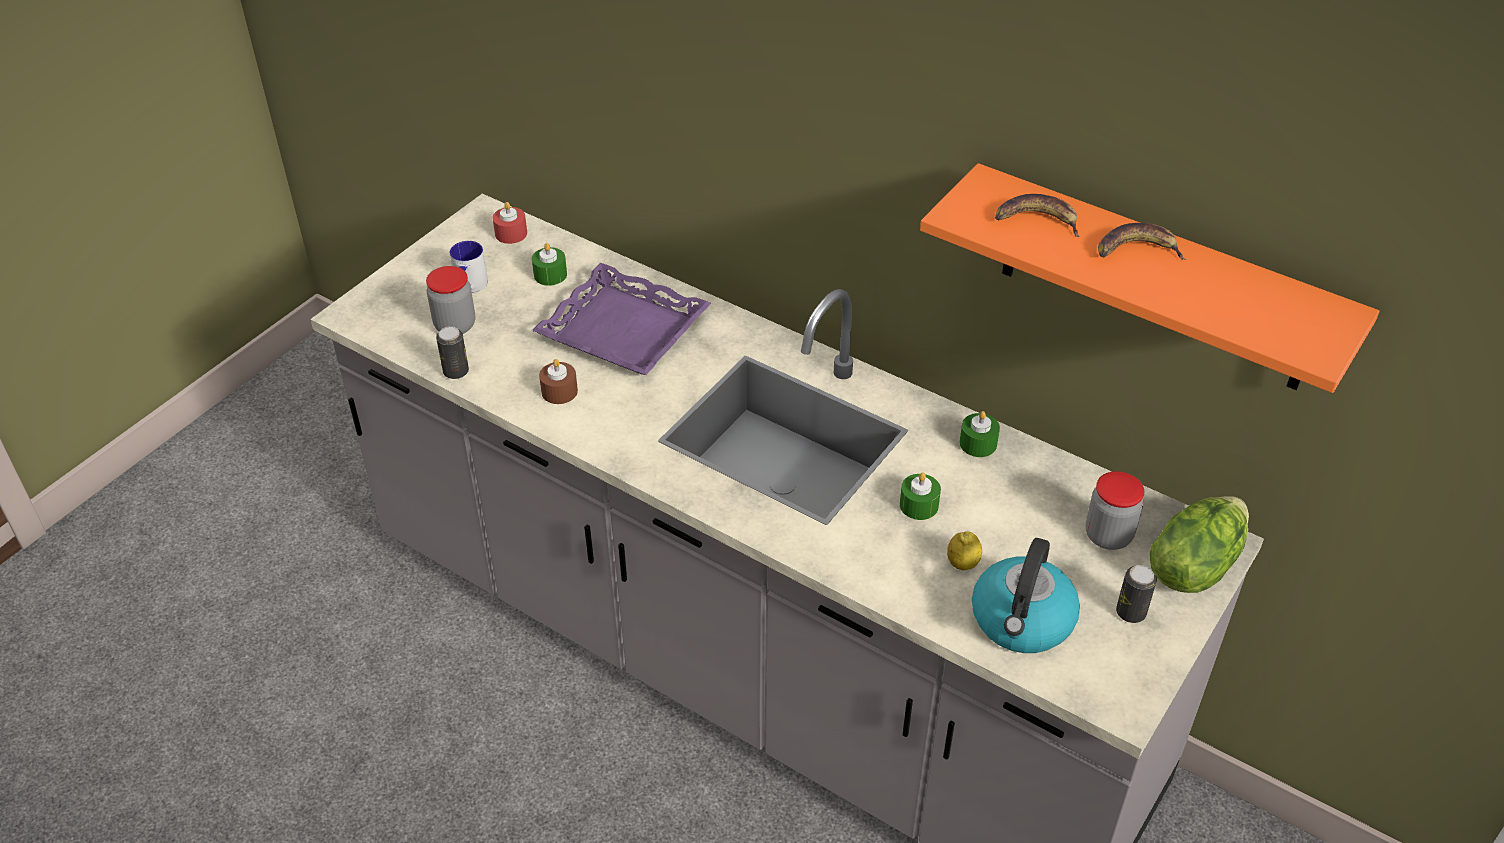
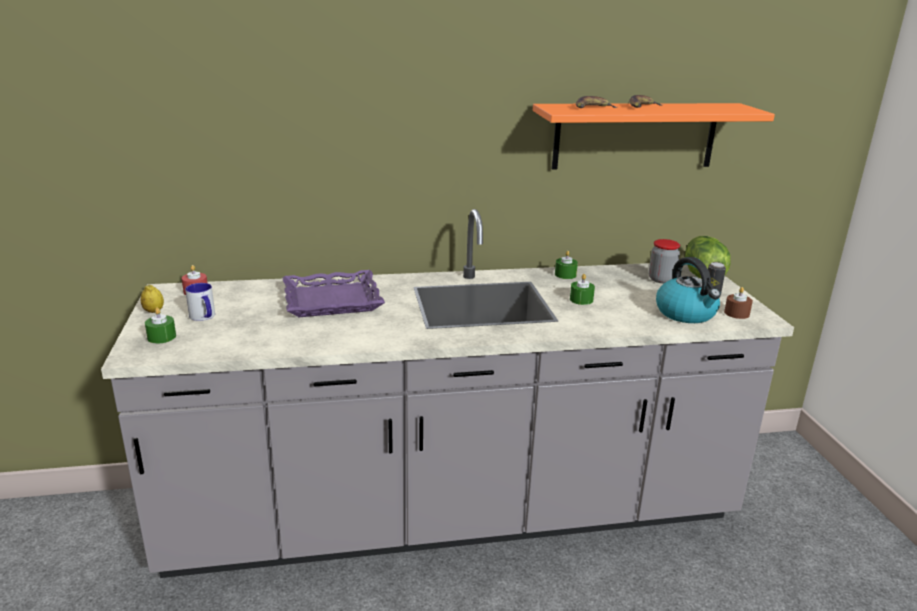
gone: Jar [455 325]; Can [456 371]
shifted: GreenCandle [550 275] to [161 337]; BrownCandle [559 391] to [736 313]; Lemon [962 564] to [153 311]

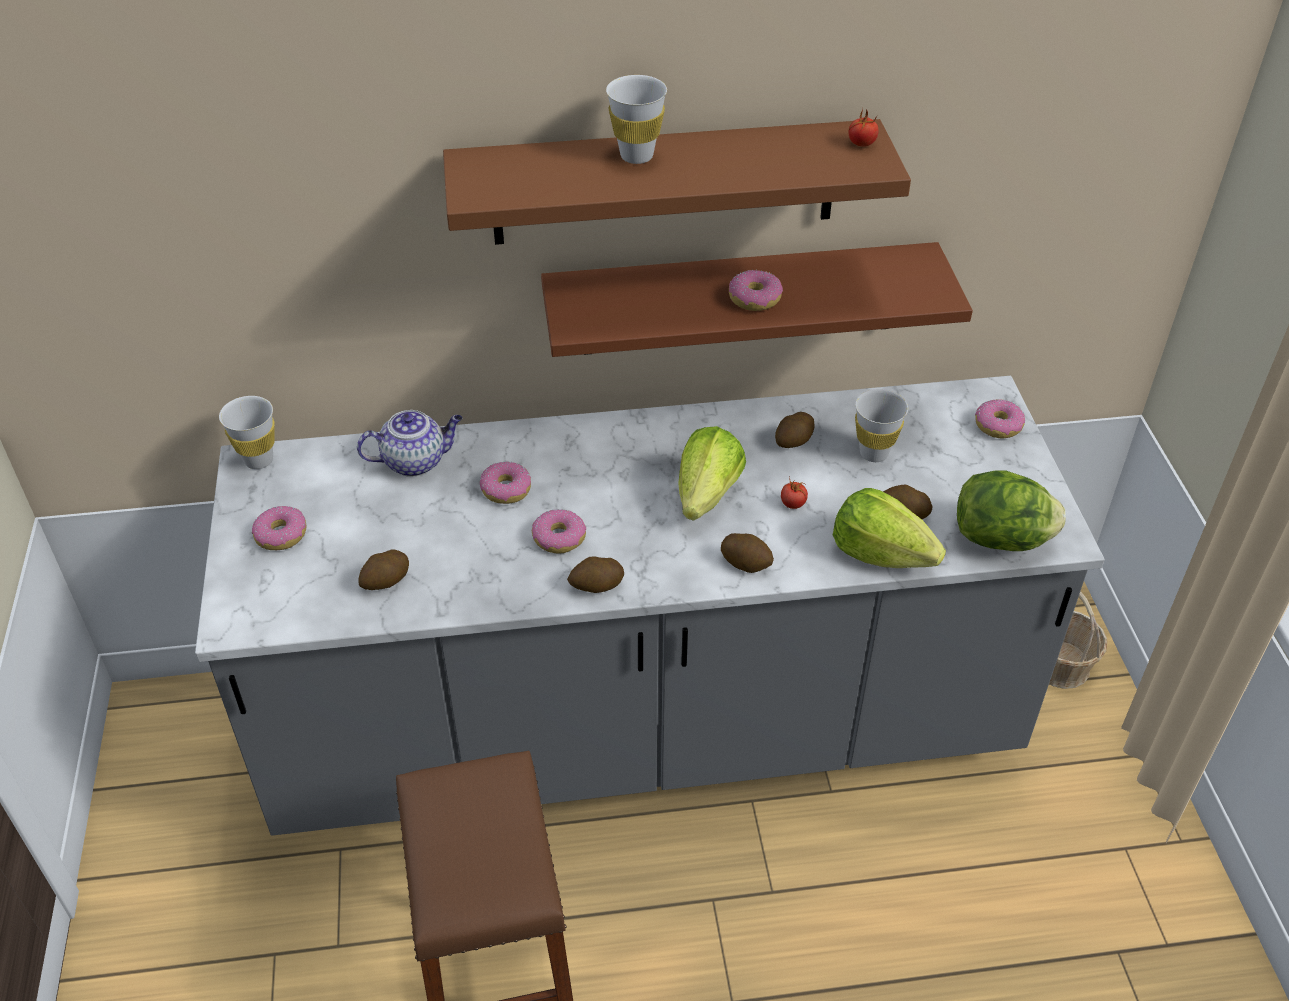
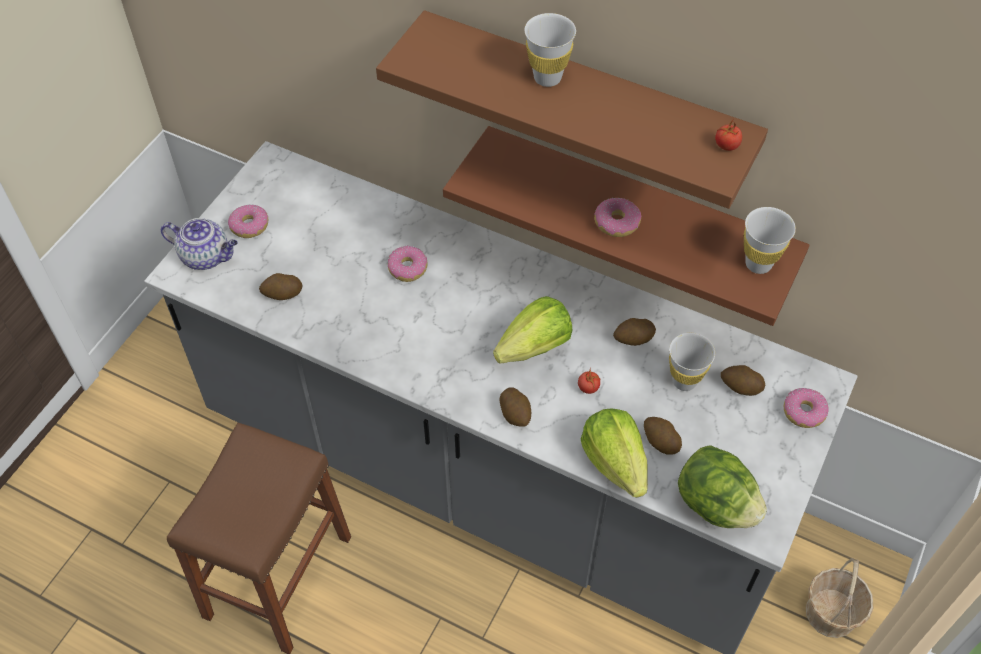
gone: Donut [559 538]
shifted: WhiteCup [259 460] to [758 264]; Teapot [415 461] to [206 256]; Potato [596 586] to [740 387]

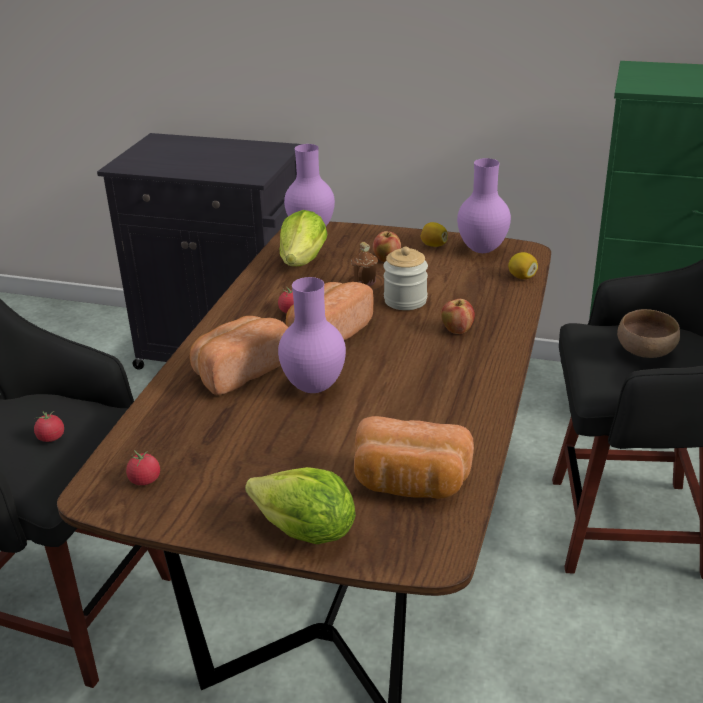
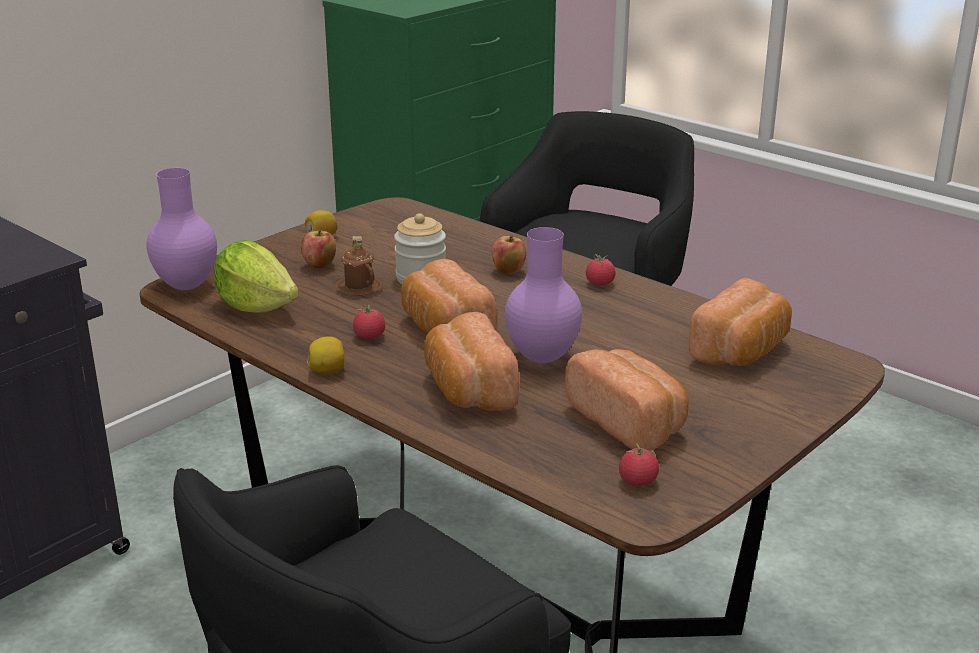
gone: Lettuce [305 532]; PurpleVase [481 250]; BrownBowl [646 352]
new: Bread [629 422]
shifted: Tomato [51 438] to [600 283]; Lemon [522 277] to [328 371]

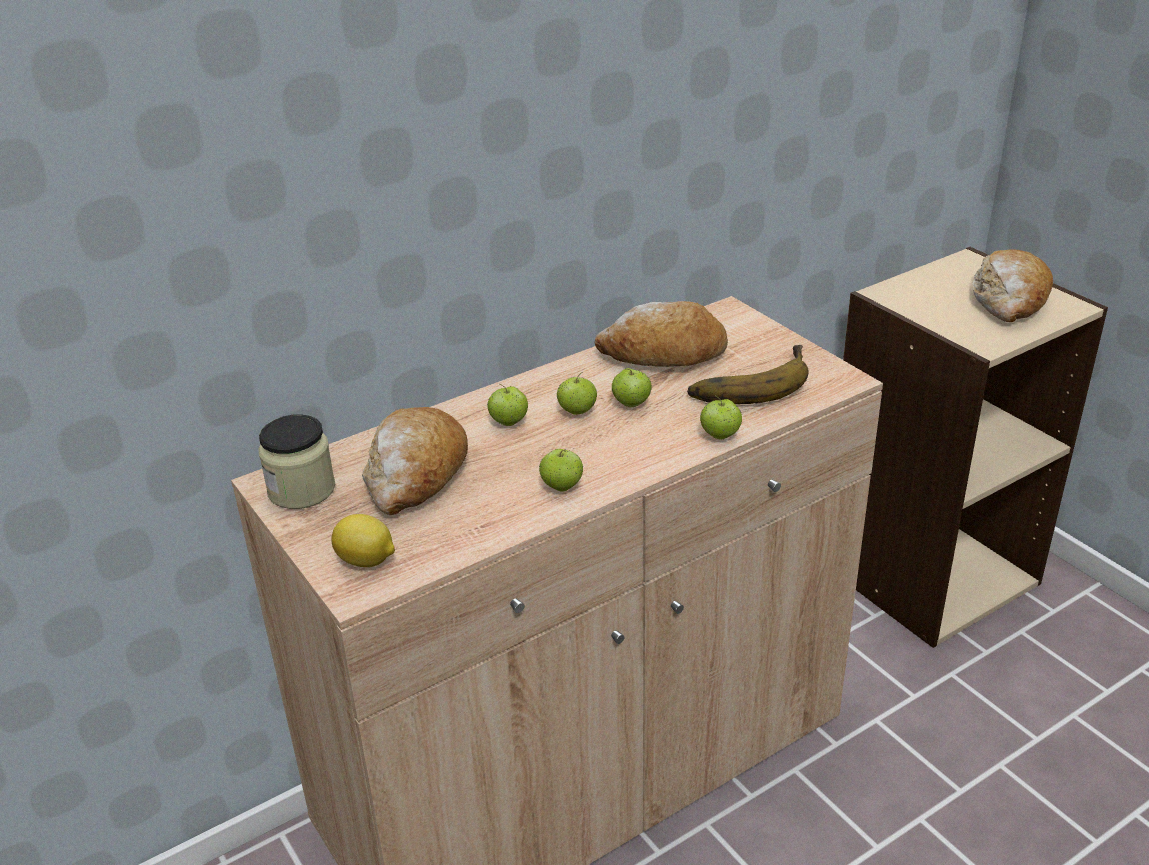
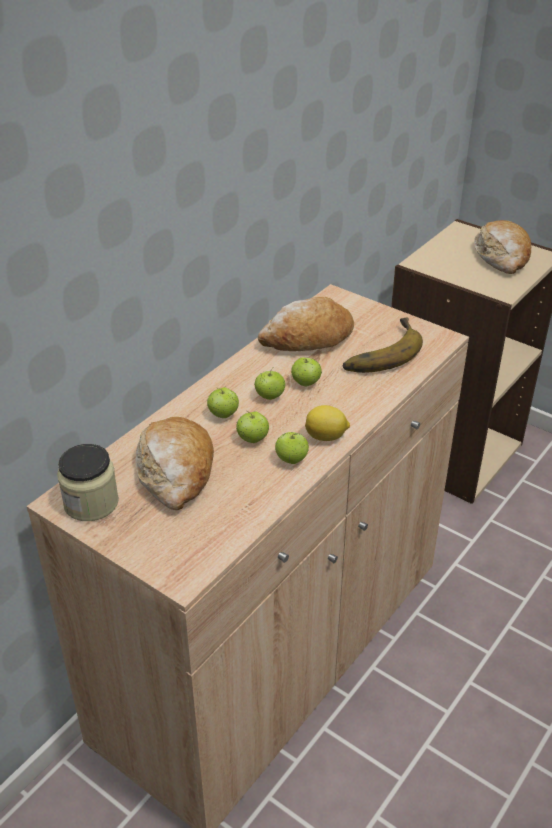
shifted: Lemon [366 561] to [326 437]; Apple [720 436] to [253 439]

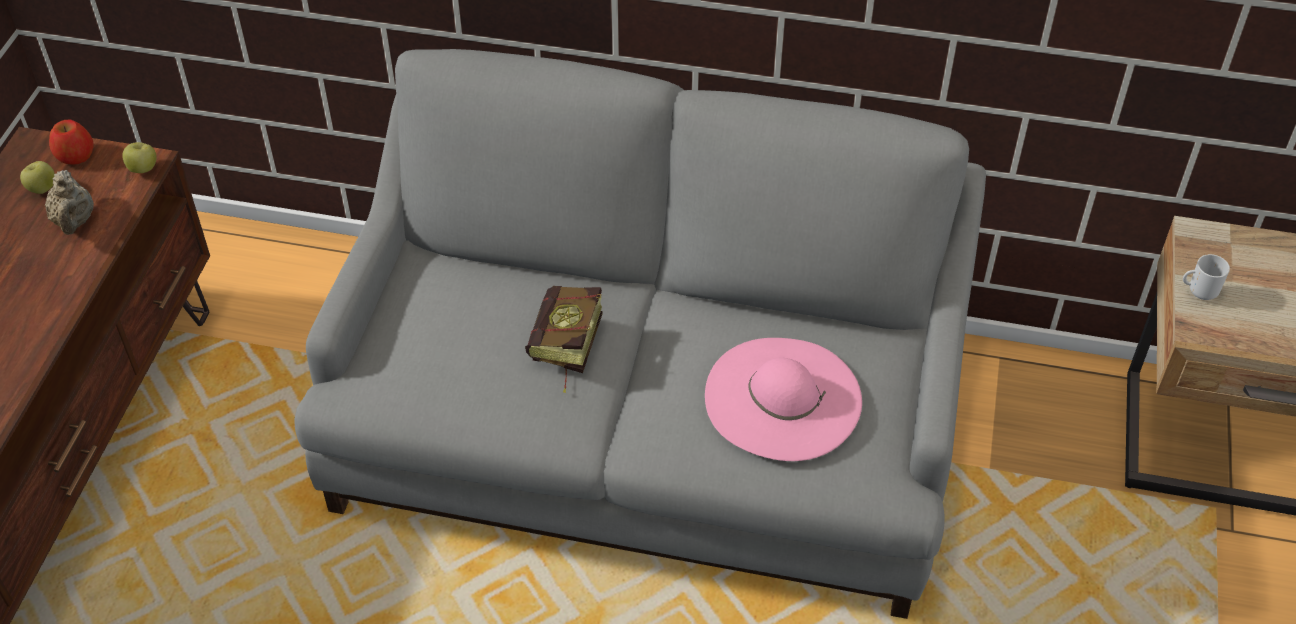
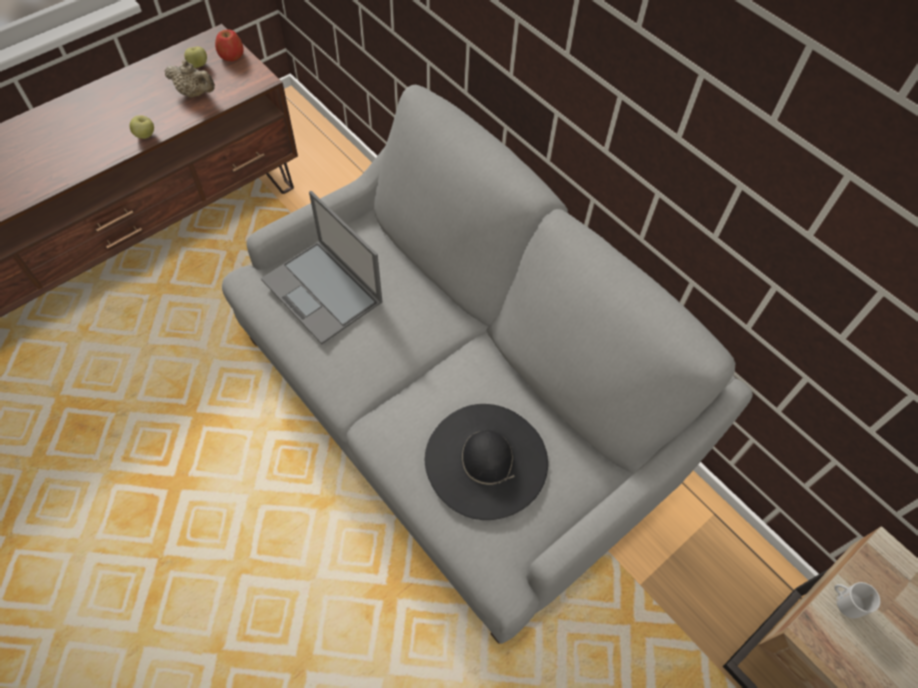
gone: Book [564 351]
new: Laptop [323 291]
shifted: Apple [143 169] to [145 135]
repainted: PinkHat [782 398] to BlackHat [486 460]
rotated: BeigeTeapot [75 221] = [195 93] 90 degrees counterclockwise

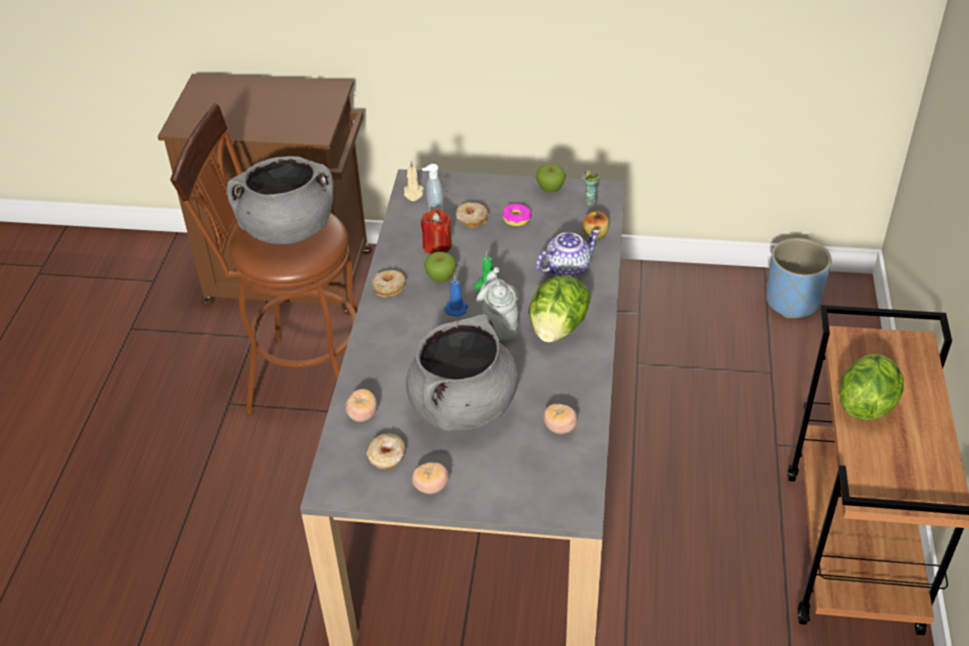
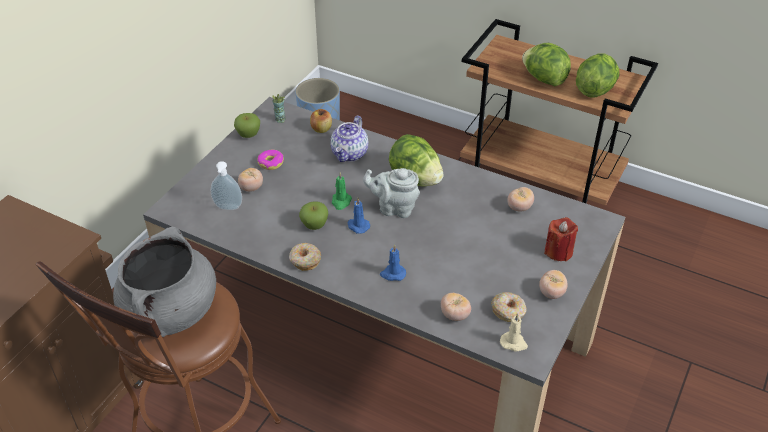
gone: GreyCookingPot [463 407]
new: BlueCandle [392 274]; Lettuce [594 90]
shifted: BeigeCandle [413 193] to [514 343]; RedCandle [437 245] to [558 251]
swapped: Donut [471 219] to Tomato [251 188]
rotated: Teapot [567 268] = [350 154] 150 degrees counterclockwise

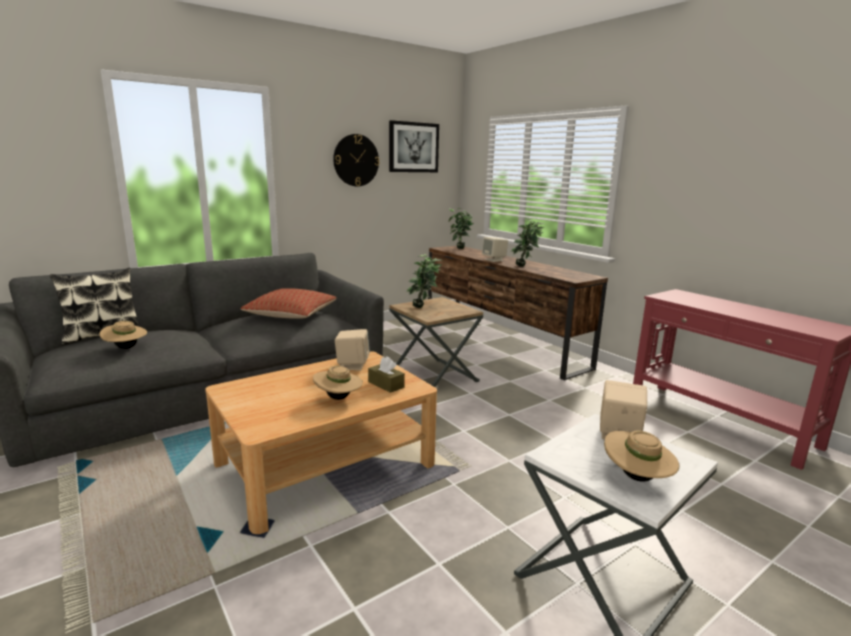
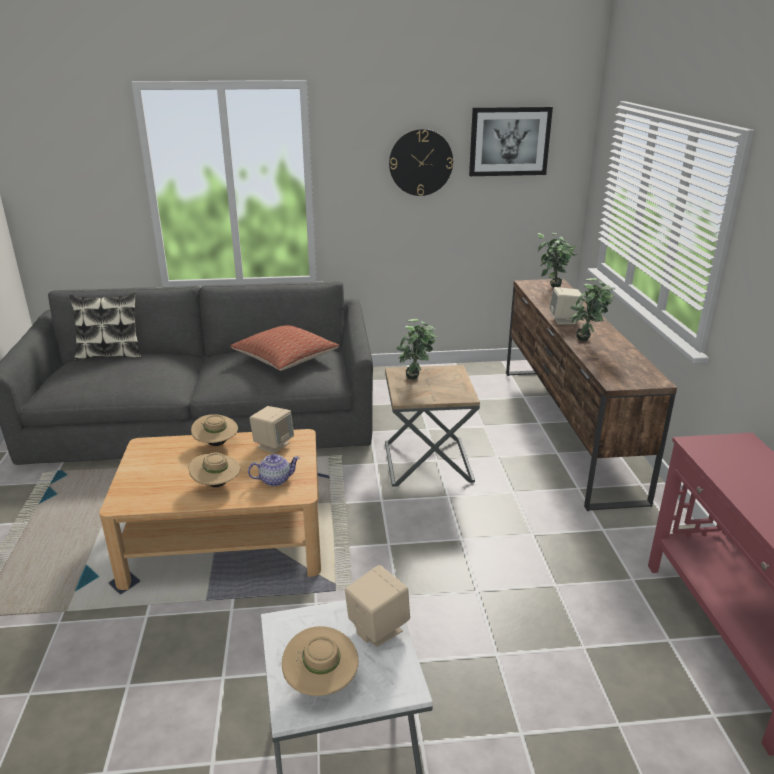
shifted: BeigeHat [126 348] to [216 444]
swapped: BrownTissueBox [386 384] to Teapot [275 480]

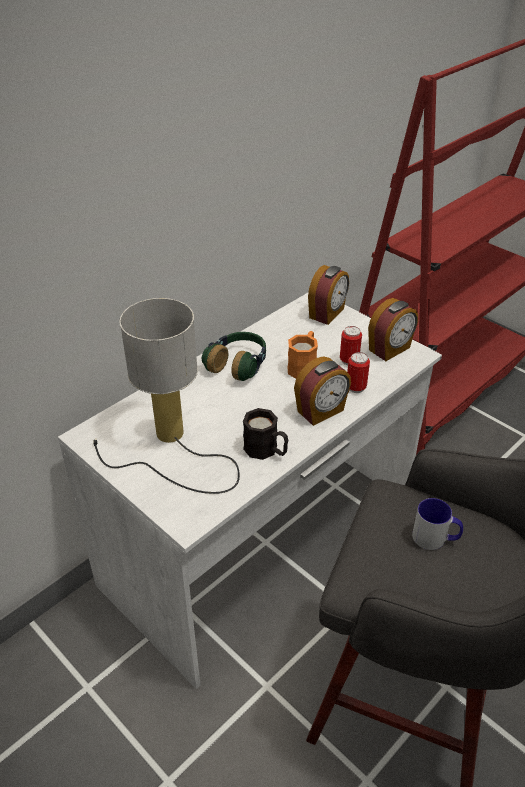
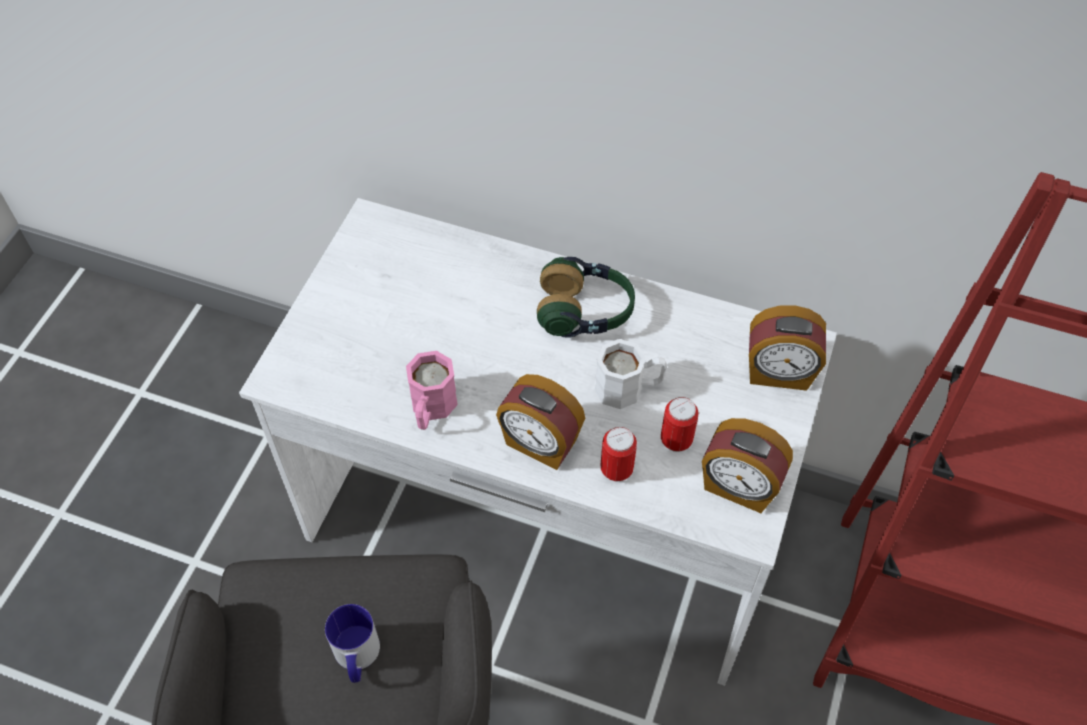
gone: TableLamp [170 446]
repainted: BlackMug [266 450] to PinkMug [431 409]; OrangeMug [304 366] to WhiteMug [629 388]

